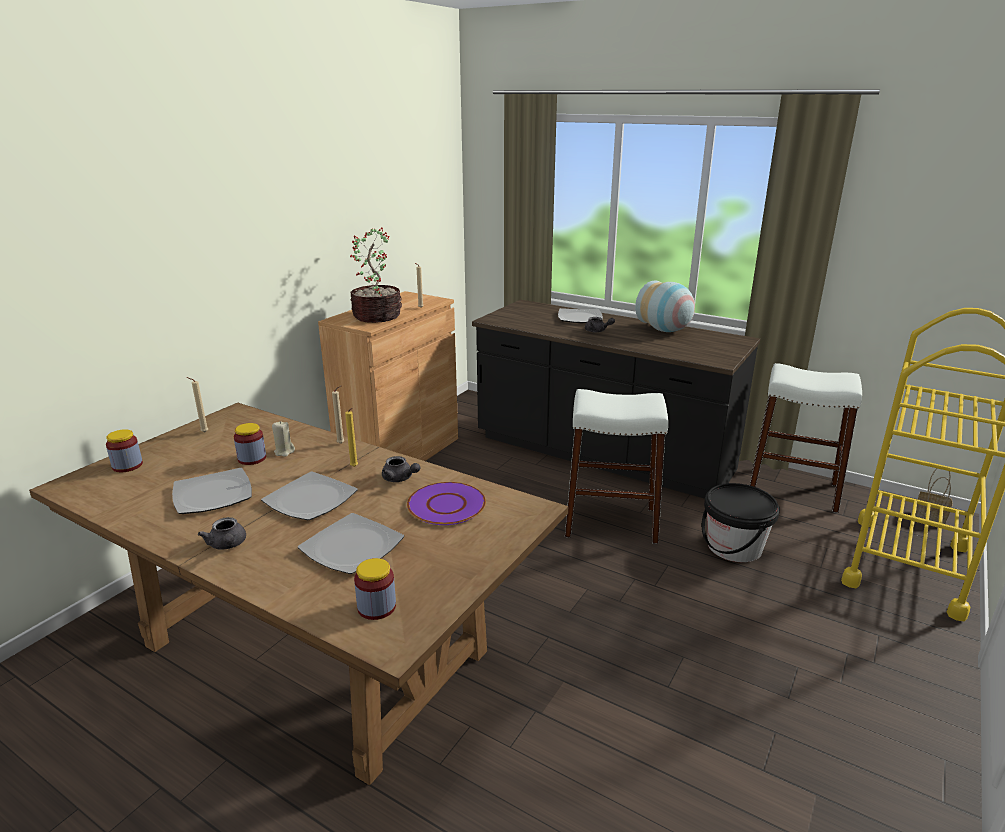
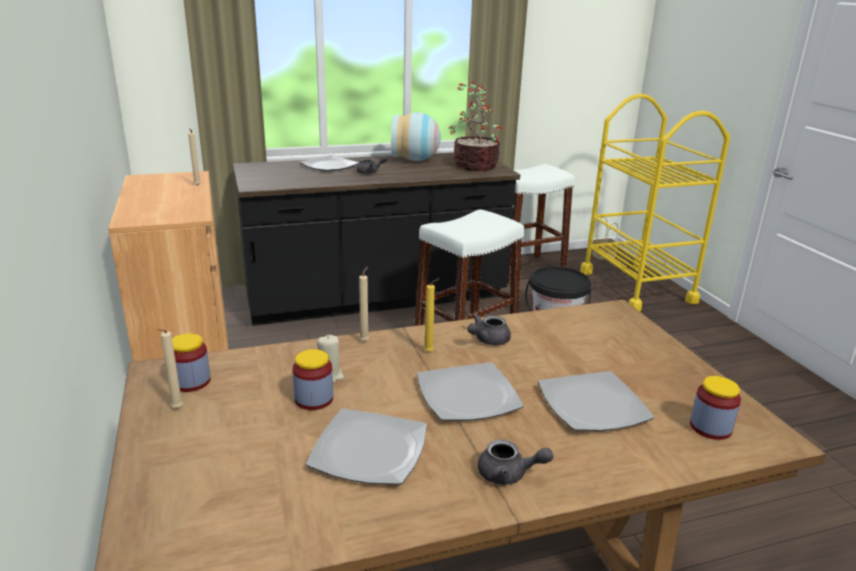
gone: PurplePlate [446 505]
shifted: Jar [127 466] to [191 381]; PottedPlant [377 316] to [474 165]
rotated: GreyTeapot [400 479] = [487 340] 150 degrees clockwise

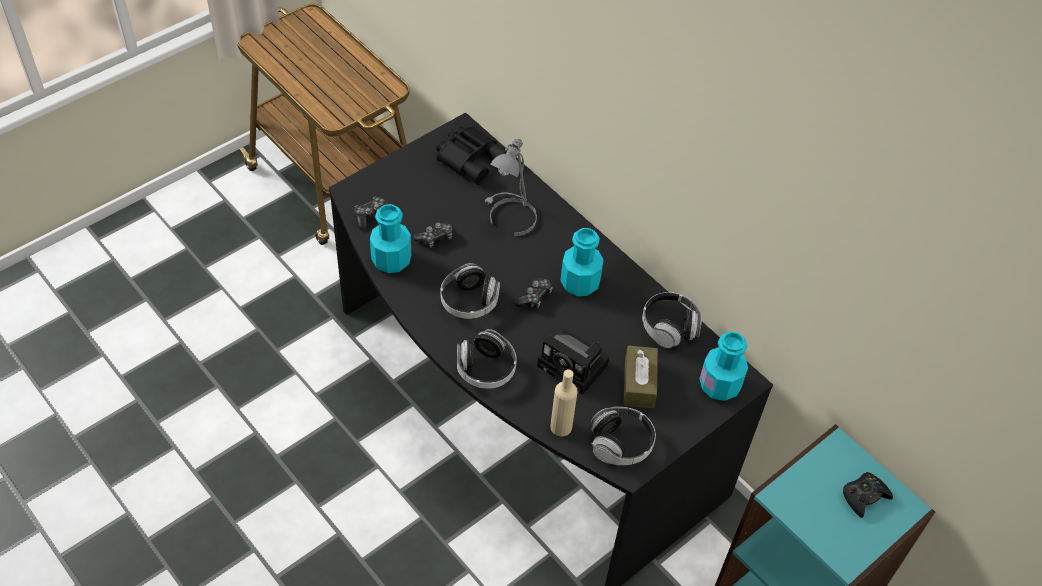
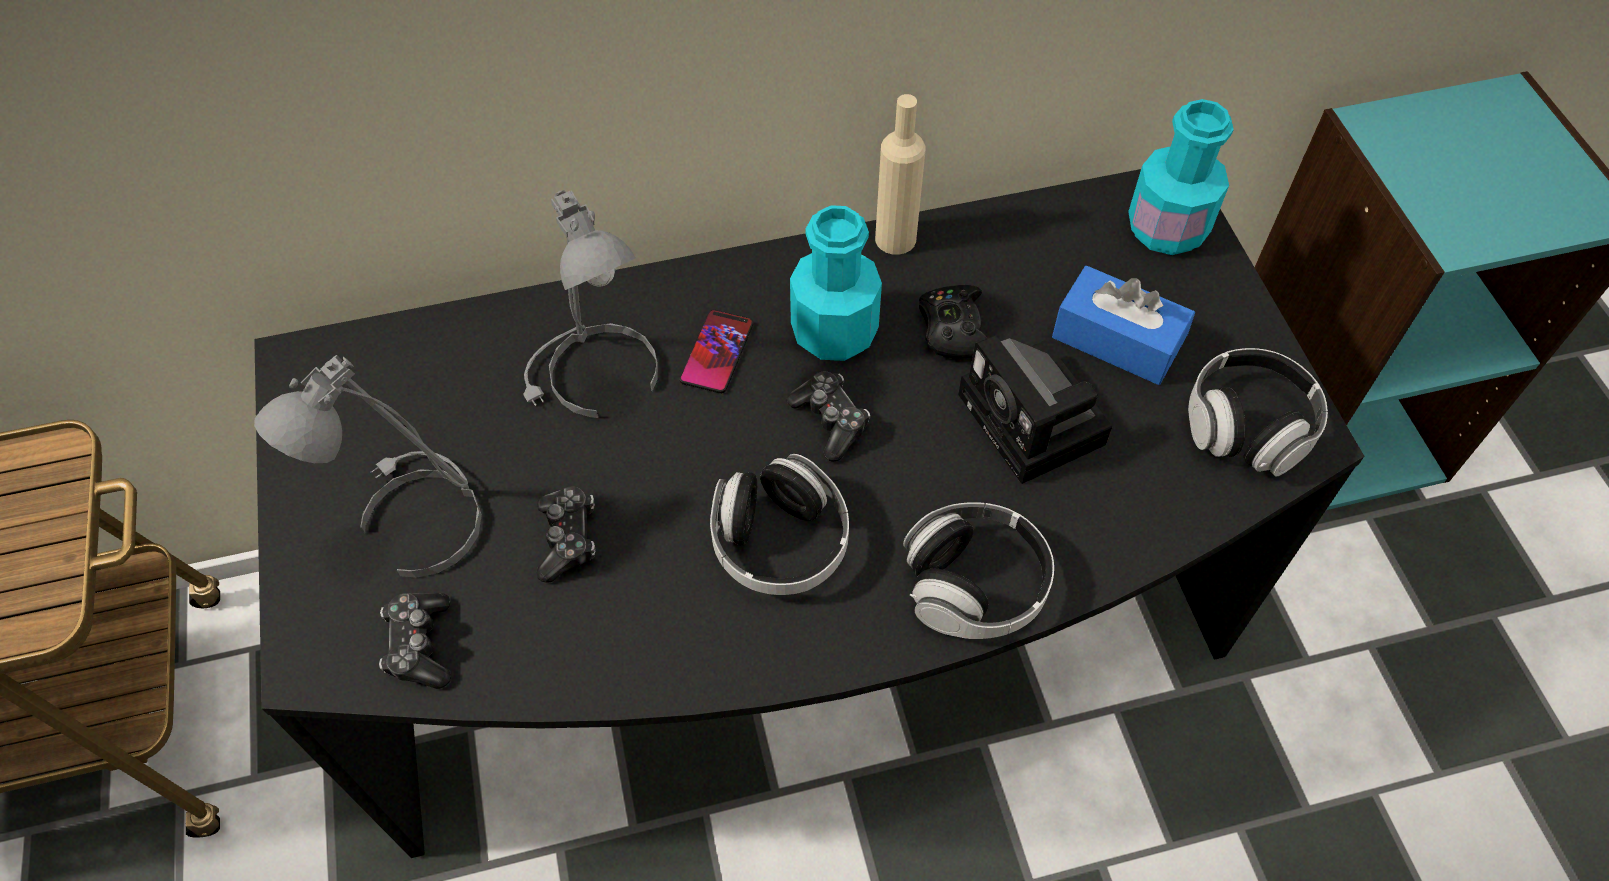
gone: TurquoiseBottle [391 260]; BlackBinoculars [471 158]; Headphones [669 327]
new: GreyTableLamp [417 520]; Phone [717 352]
shifted: BeigeBottle [561 427] to [895 239]; BlackGameController [864 496] to [954 329]
repainted: BrownTissueBox [639 383] to BlueTissueBox [1117 340]
rotated: PhotoCamera [575 366] = [1036 423] 90 degrees clockwise

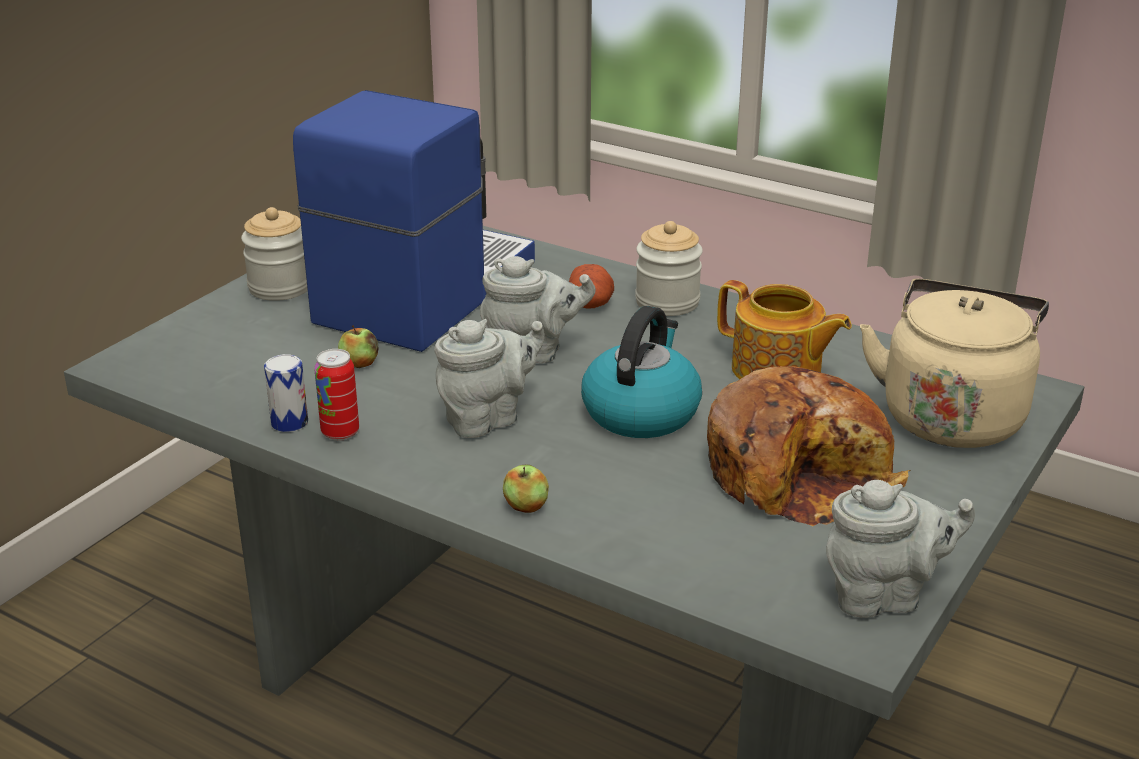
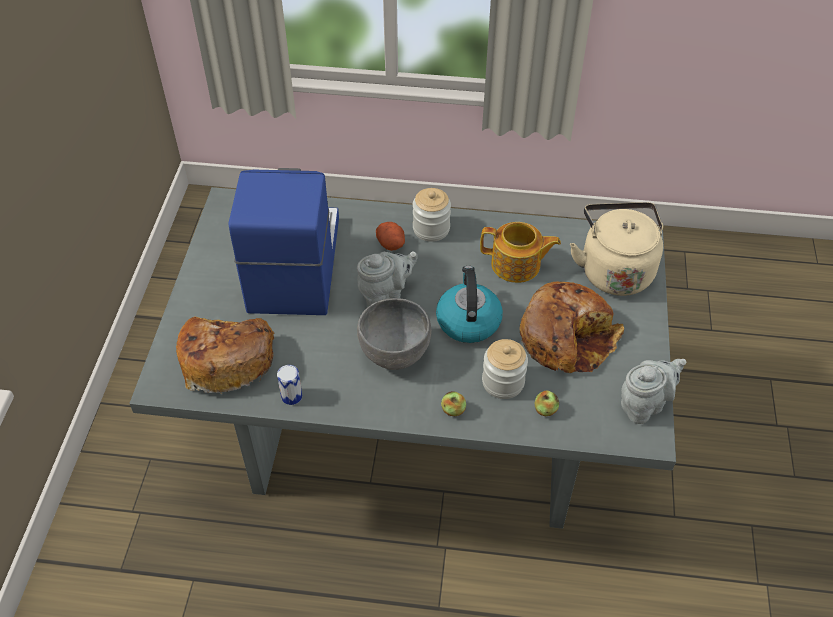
gone: Can [340 433]
new: Bread [226 358]
shifted: Jar [280 287] to [503 382]; Apple [359 363] to [545 410]
swapped: GreyTeapot [488 418] to GreyBowl [394 354]

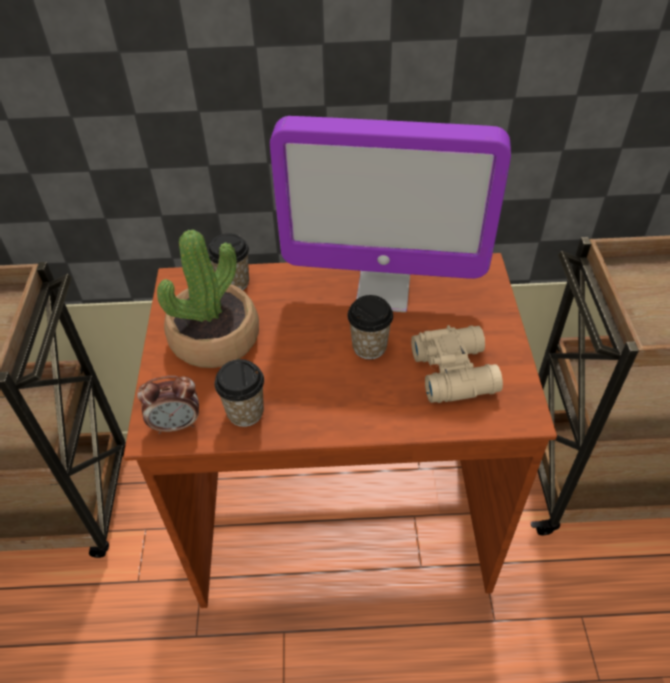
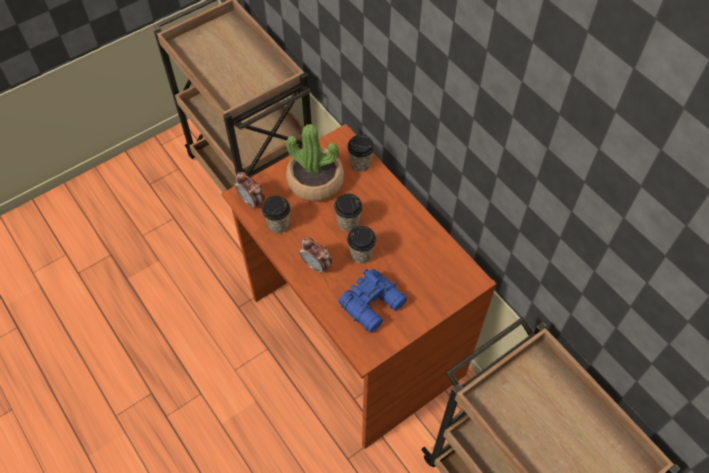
gone: Monitor [383 291]
new: AlarmClock [316 265]; Cup [348 222]
repainted: BeigeBinoculars [455 370] to BlueBinoculars [374 304]

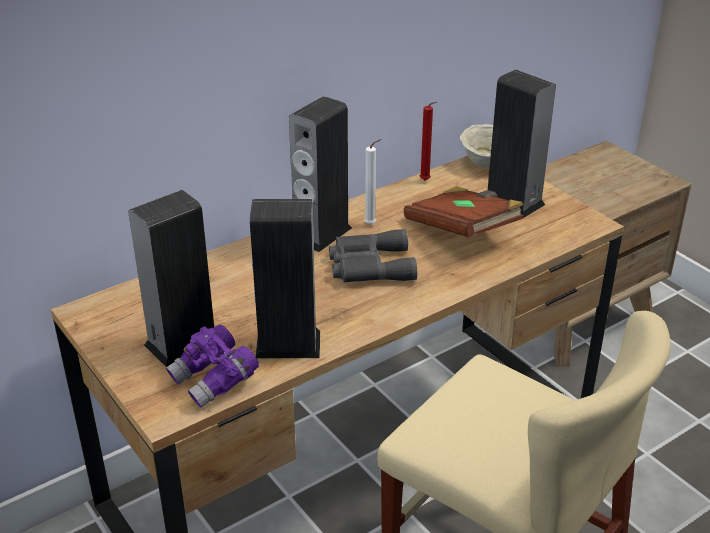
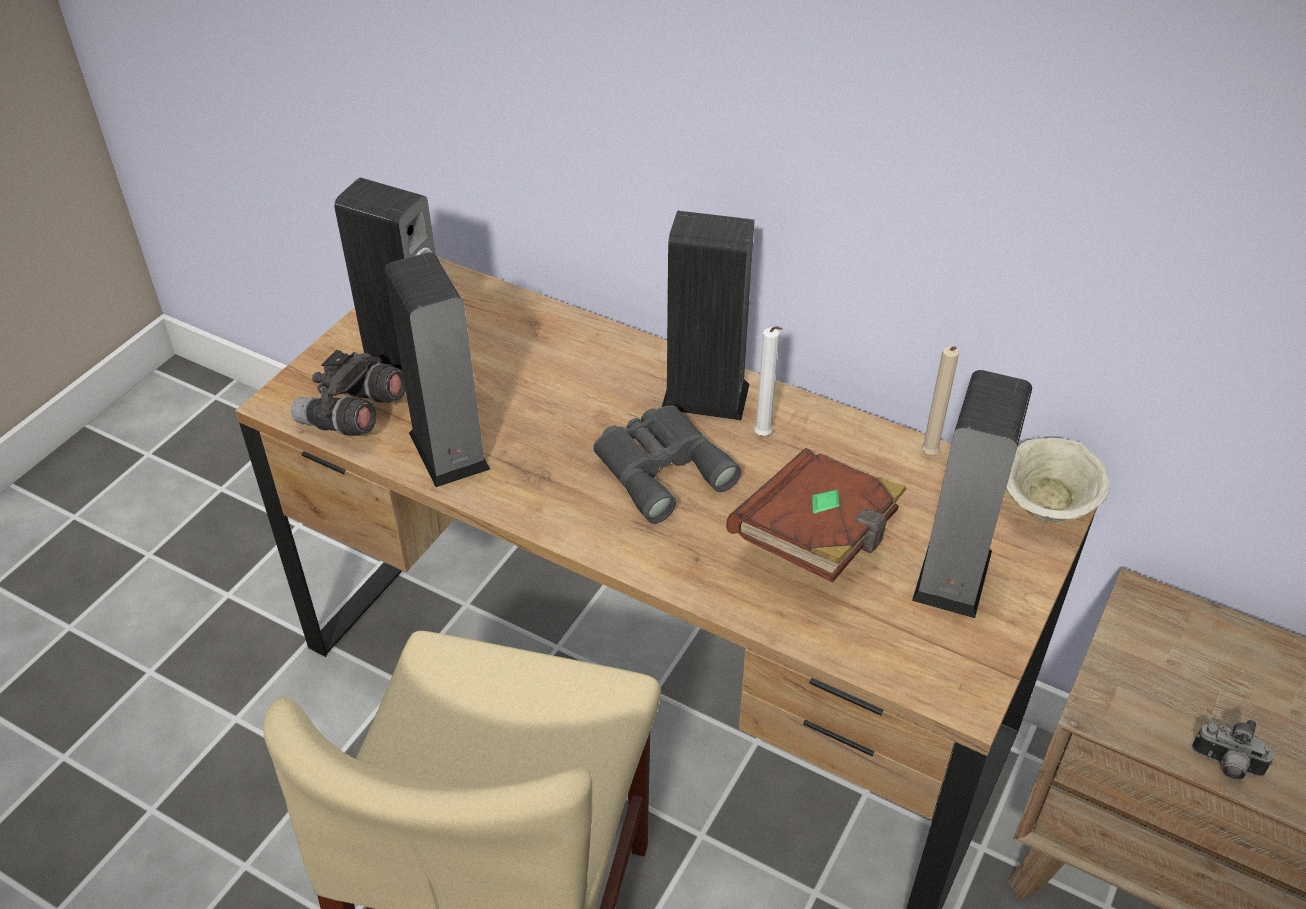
new: PhotoCamera [1226 766]
repainted: PurpleBinoculars [214 381] to GreyBinoculars [353 416]; RedCandle [426 181] to BeigeCandle [929 456]

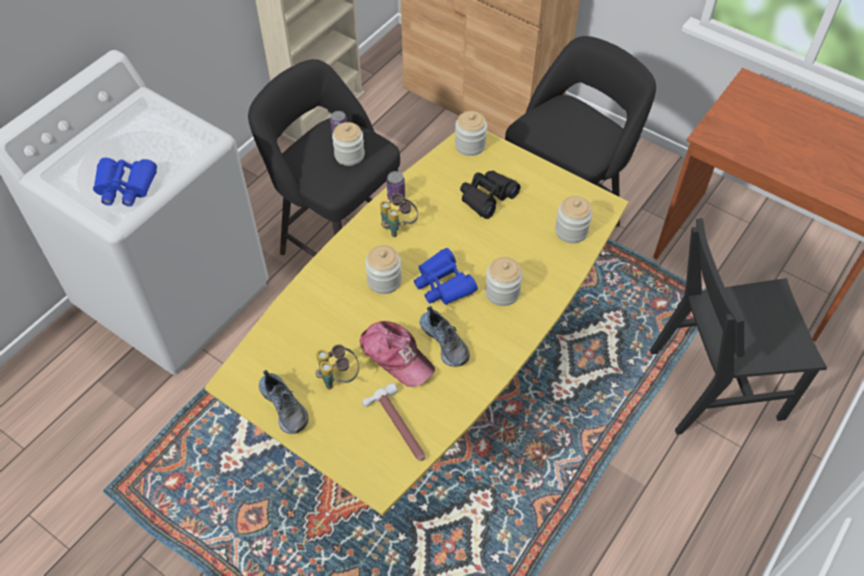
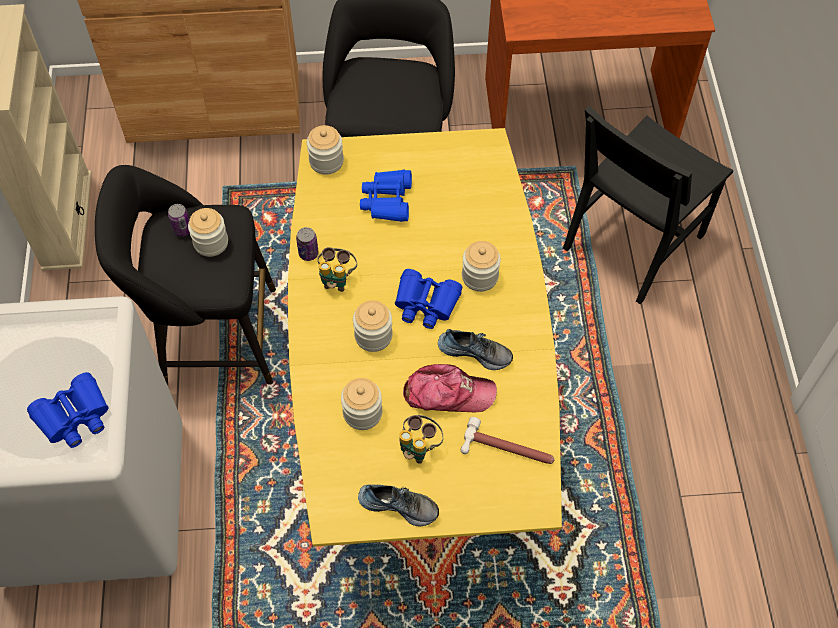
shifted: Jar [571 231] to [362 413]
repainted: BlackBinoculars [487 197] to BlueBinoculars [387 200]

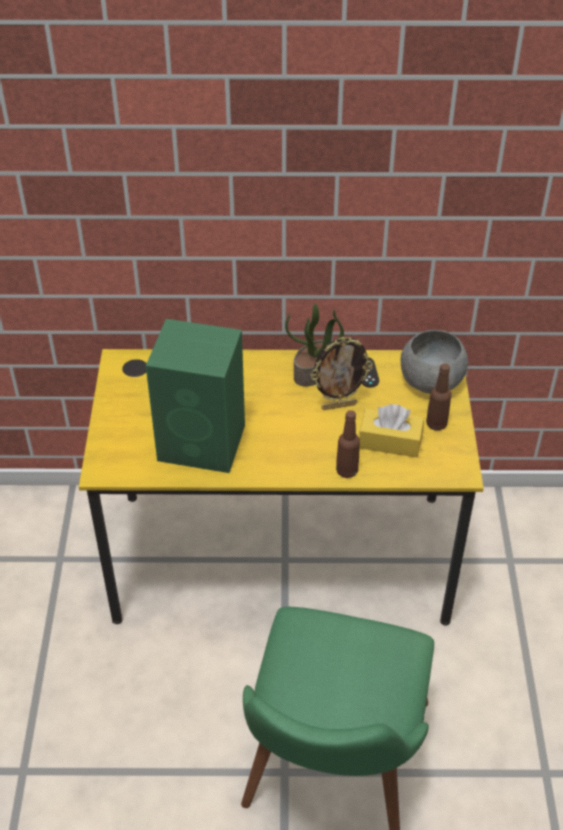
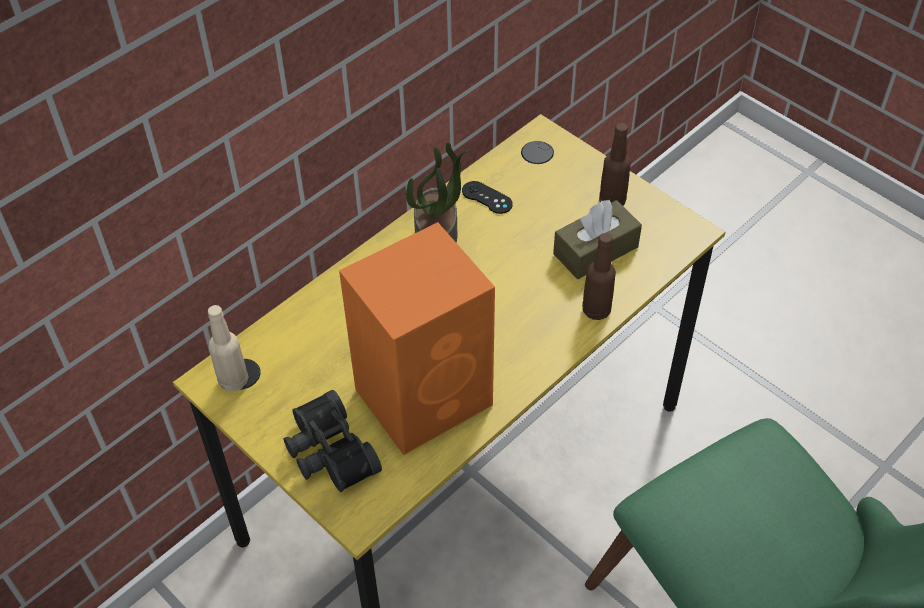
gone: PictureFrame [339 405]; GreyBowl [430 381]
new: BeigeBottle [234 381]; BlackBinoculars [327 453]
repainted: GreenSpeaker [204 443] to OrangeSpeaker [426 395]; YellowTissueBox [390 441] to BrownTissueBox [595 250]

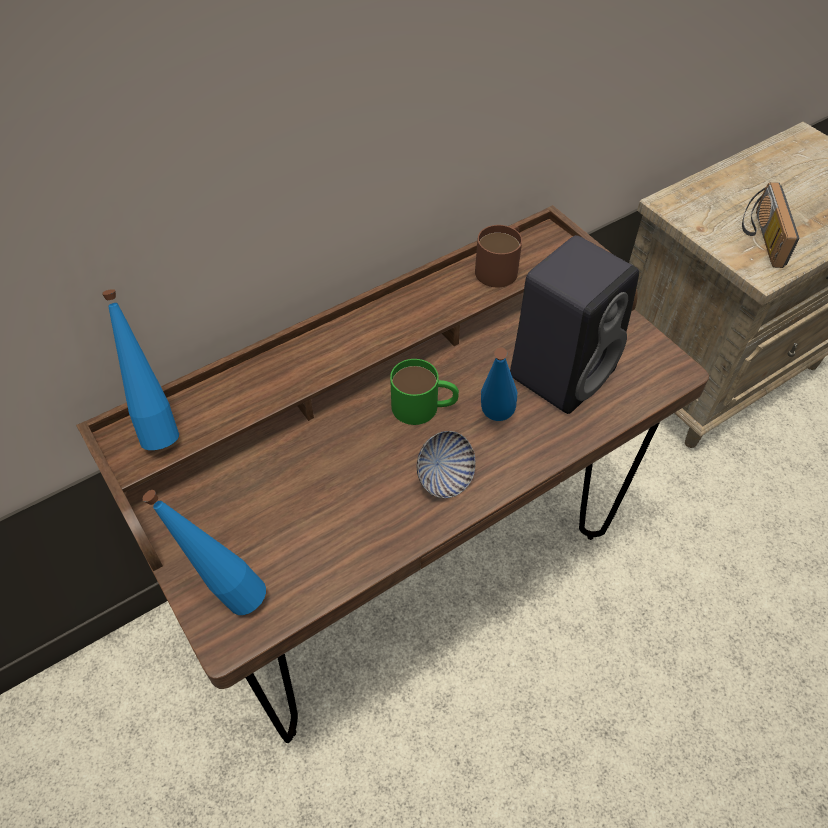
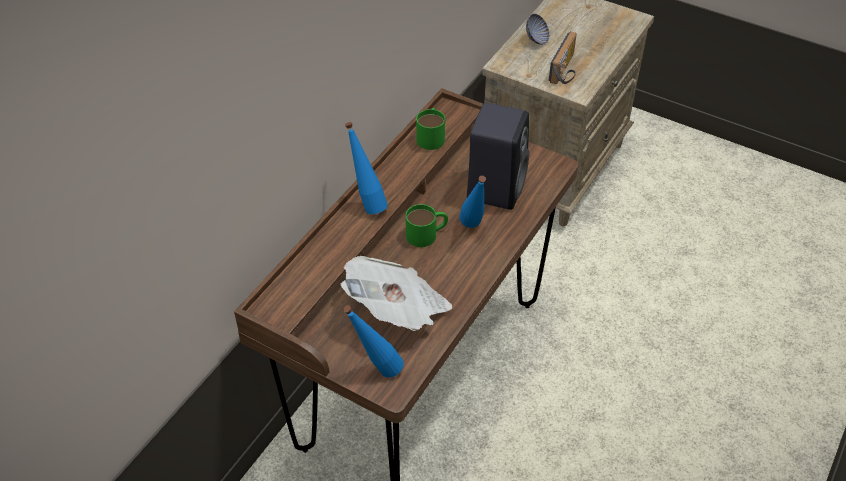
new: Newspaper [398 310]
shifted: BlueBottle [158 425] to [367 203]; Bowl [445 478] to [536 39]
repainted: BrownMug [500 267] to GreenMug [431 136]
rotated: Radio [760 237] = [566 70] 135 degrees counterclockwise

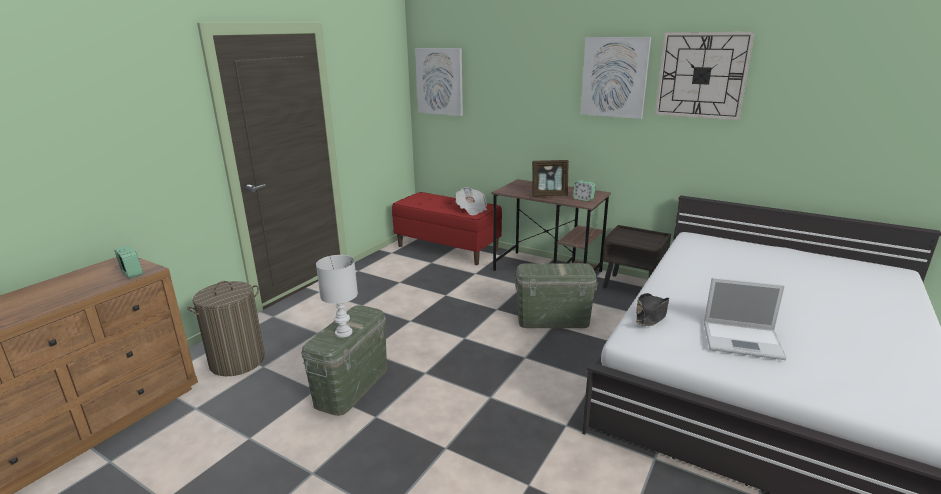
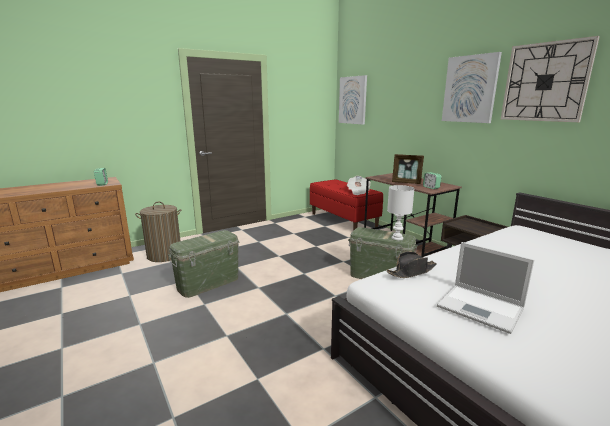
shifted: WhiteTableLamp [343 333] to [396 238]

